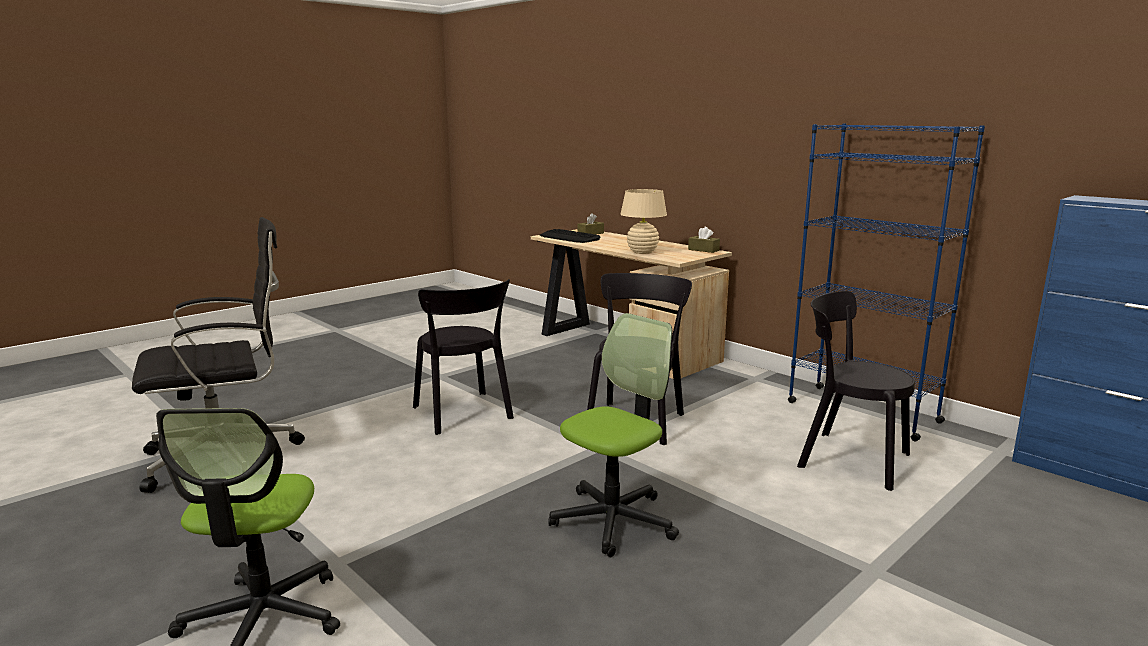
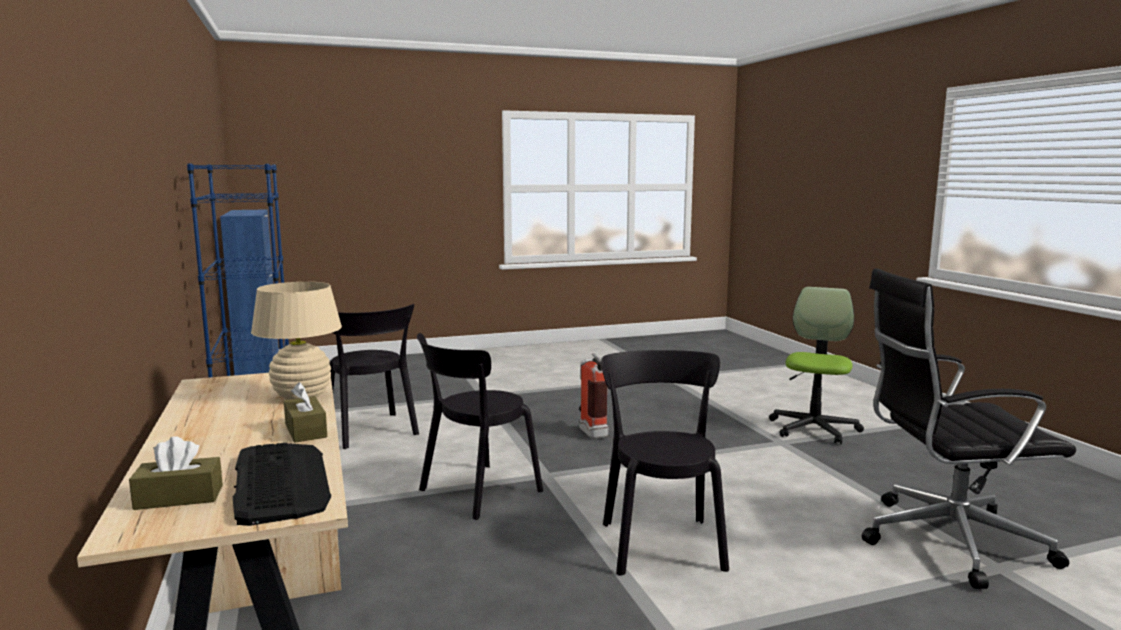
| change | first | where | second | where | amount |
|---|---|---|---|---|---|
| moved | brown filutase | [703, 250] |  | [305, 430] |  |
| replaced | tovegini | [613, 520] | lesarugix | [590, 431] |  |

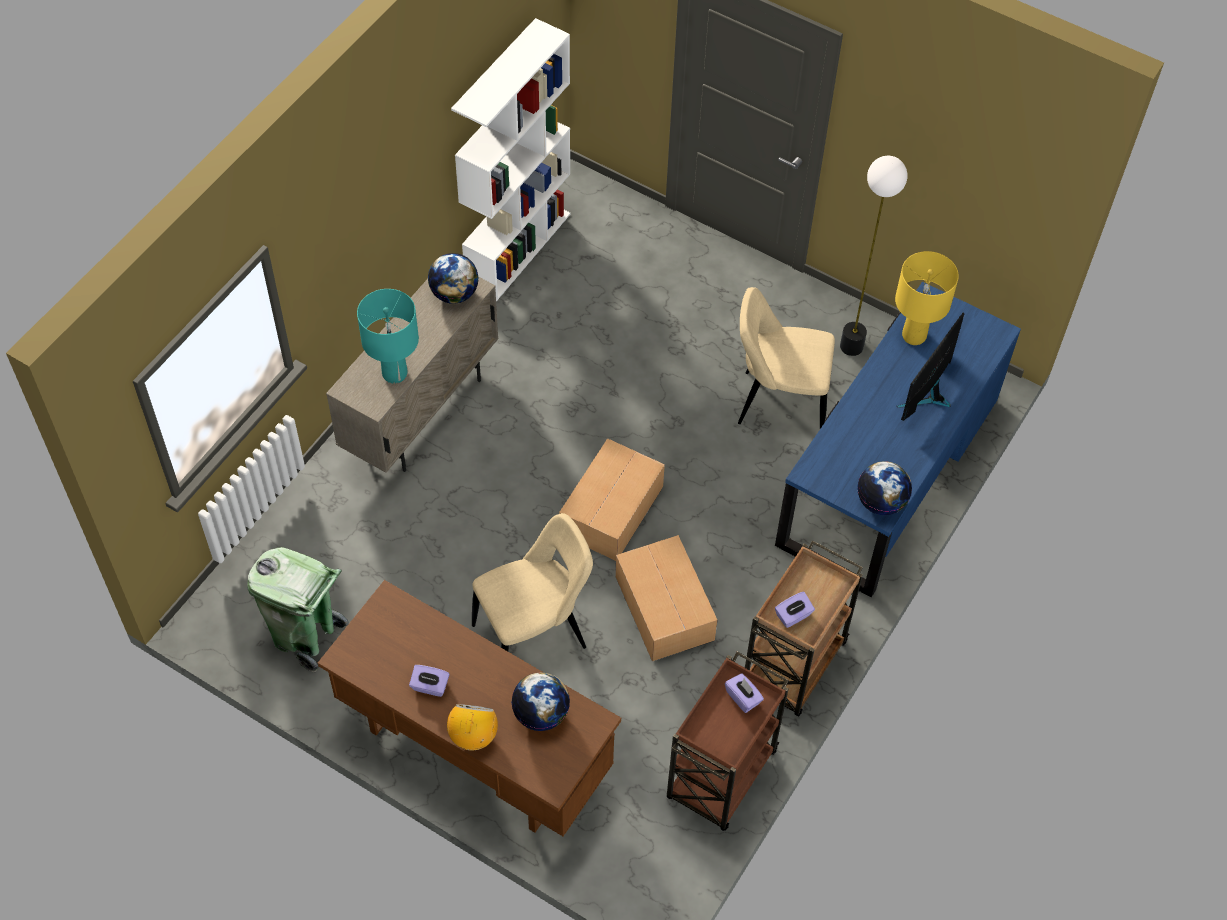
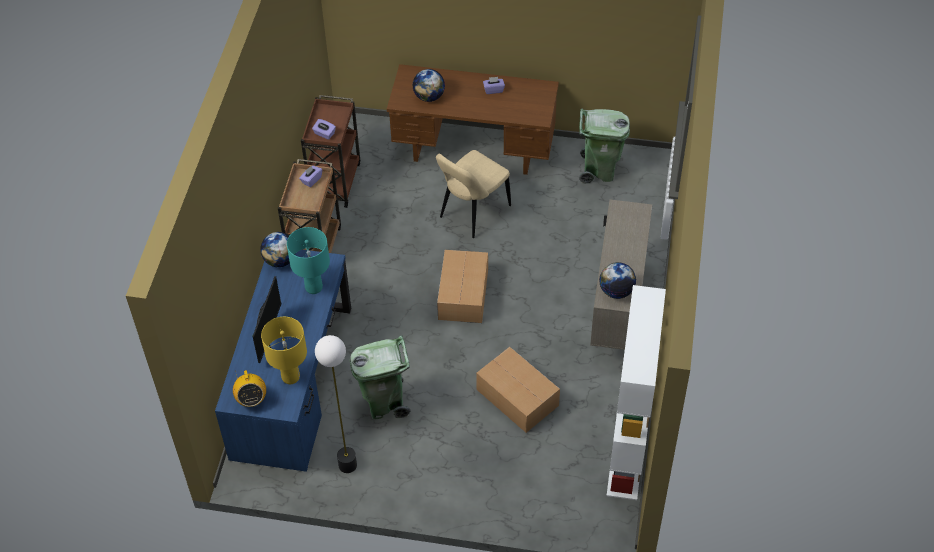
| change | first | where | second | where | amount |
|---|---|---|---|---|---|
| moved | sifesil | [473, 737] |  | [251, 399] |  |
| moved | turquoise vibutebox | [394, 373] |  | [314, 288] |  |
| replaced | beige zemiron | [778, 403] | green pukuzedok | [385, 403] |  |
| moved | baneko | [664, 606] |  | [518, 398] |  |

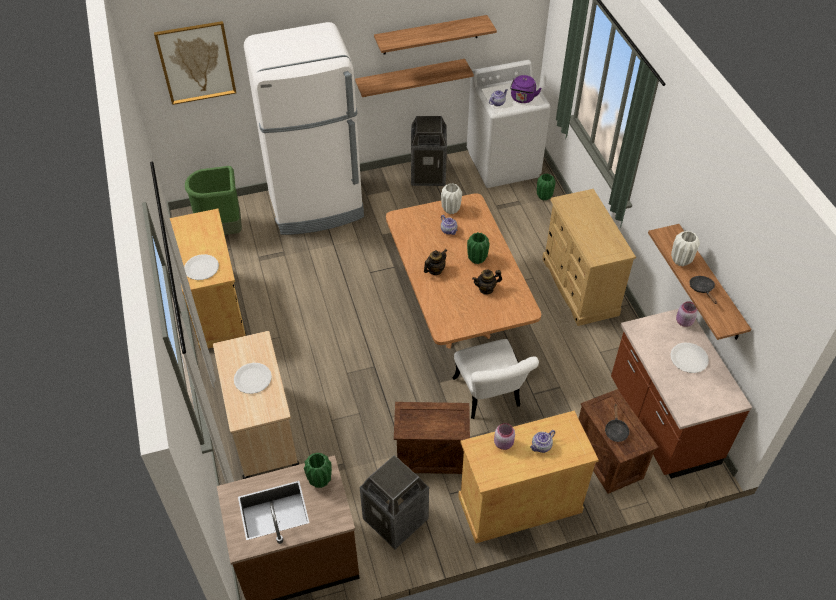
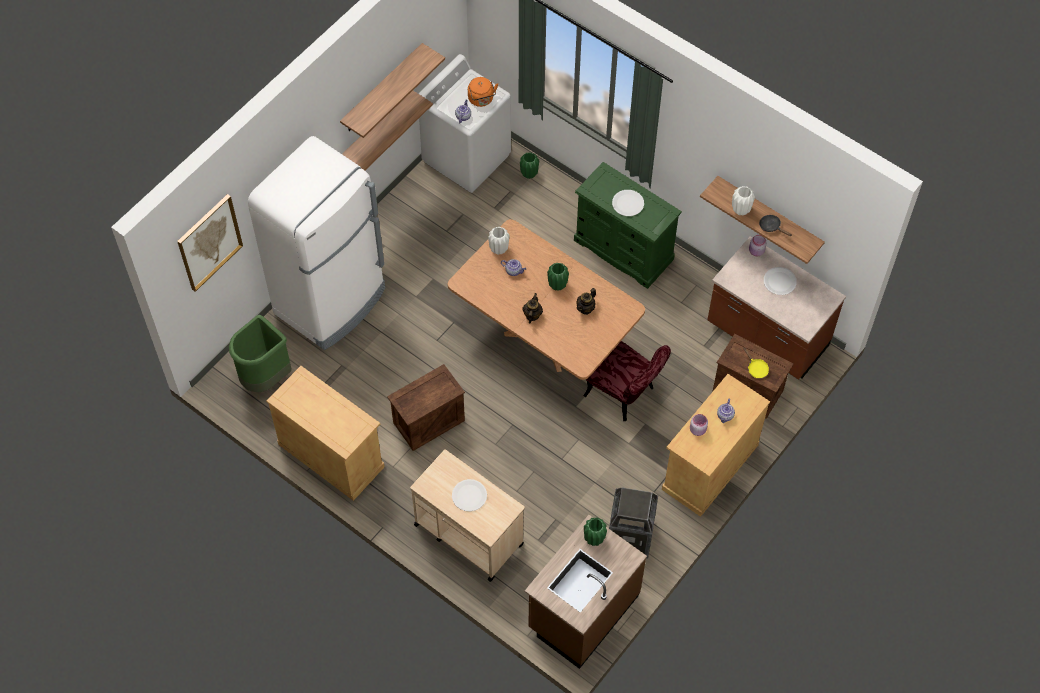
| change | first | where | second | where | amount |
|---|---|---|---|---|---|
| moved | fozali | [432, 454] |  | [429, 421] |  |
| recoloured | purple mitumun | [522, 99] | orange mitumun | [481, 100] |  |
| recoloured | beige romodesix | [579, 286] | green romodesix | [623, 250] |  |
| recoloured | white zemiron | [489, 398] | red zemiron | [625, 395] |  |
| moved | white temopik | [201, 268] |  | [628, 203] |  |
| recoloured | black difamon | [616, 430] | yellow difamon | [756, 368] |  |
| removed | pukuzedok | [428, 174] |  |  |  |

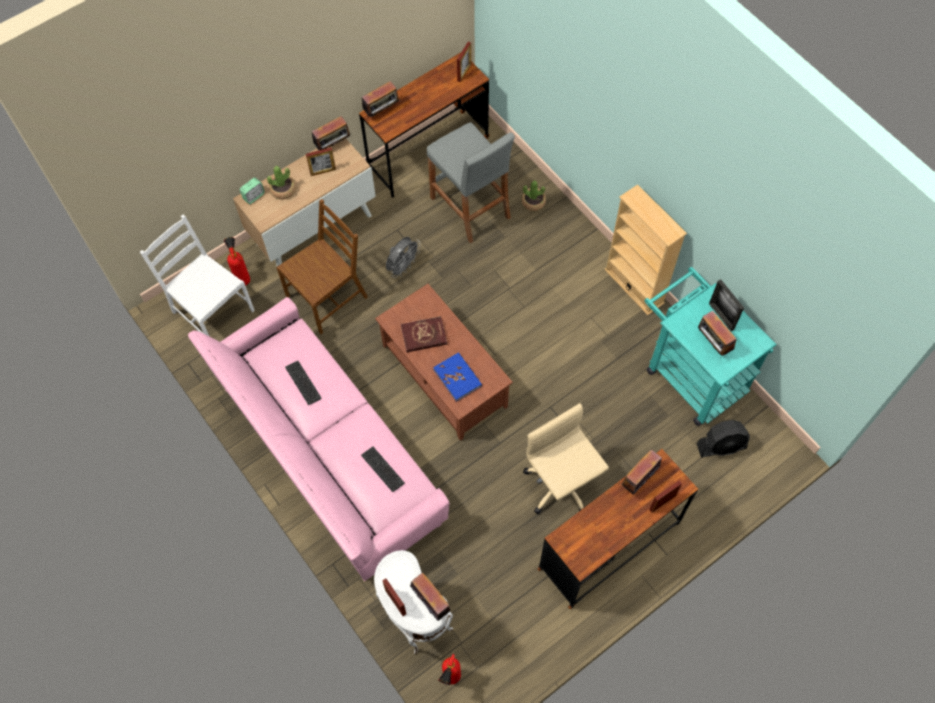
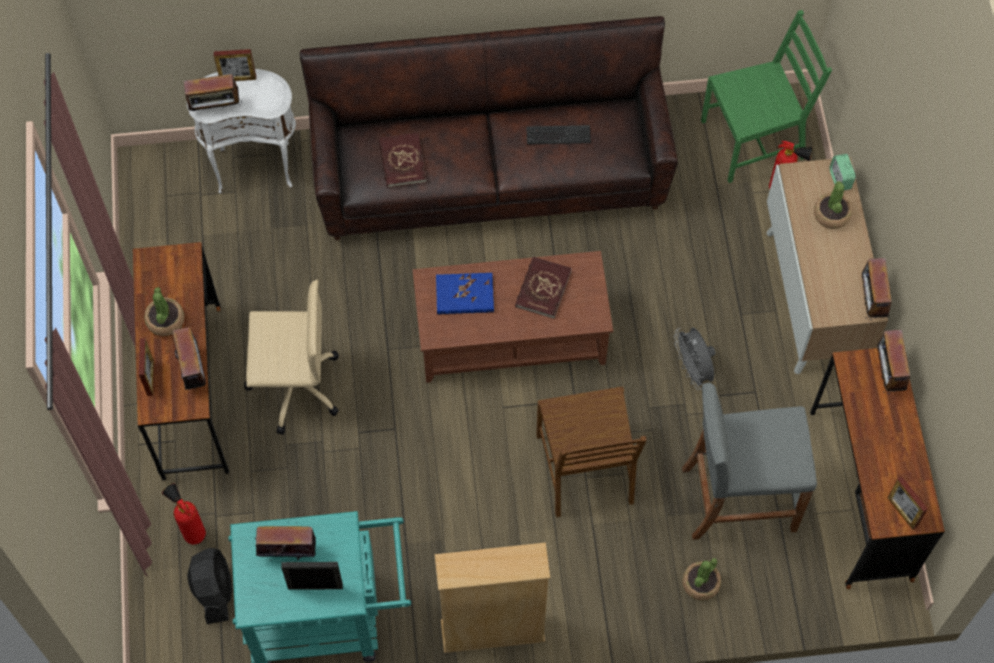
| change | first | where | second | where | amount |
|---|---|---|---|---|---|
| added |  |  | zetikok | [165, 320] |  |
| moved | lesarugix | [450, 680] |  | [191, 531] |  |
| turned | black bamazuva | [721, 446] |  | [214, 590] | 150 degrees clockwise |
| recoloured | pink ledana | [329, 455] | brown ledana | [490, 174] |  |
| replaced | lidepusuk | [382, 469] | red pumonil | [402, 162] |  |
| moved | brown zemiron | [327, 296] |  | [586, 469] |  |
| recoloured | white zemiron | [212, 312] | green zemiron | [753, 140] |  |
| removed | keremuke | [323, 171] |  |  |  |

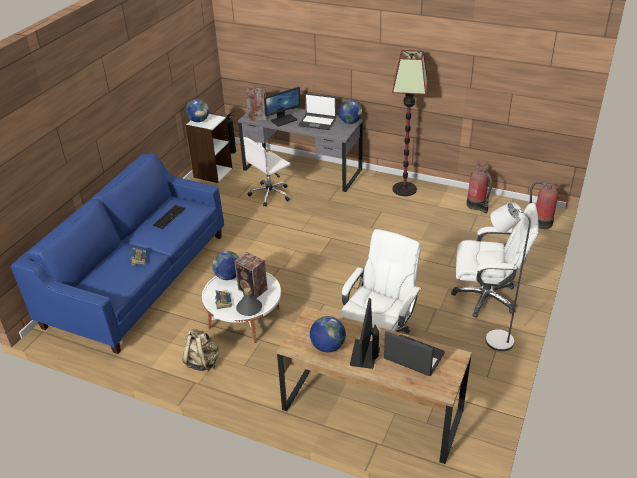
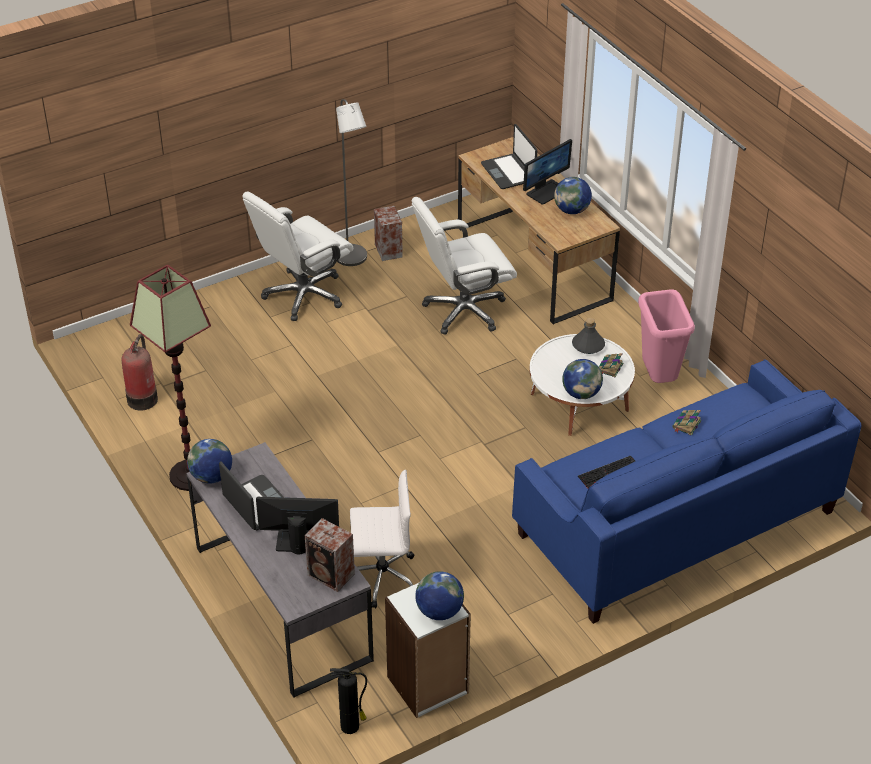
| change | first | where | second | where | amount |
|---|---|---|---|---|---|
| turned | white tovegini | [486, 297] |  | [303, 295] | 90 degrees counterclockwise |
| moved | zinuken | [253, 290] |  | [388, 250] |  |
| replaced | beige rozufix | [202, 362] | pink pukuzedok | [659, 378] |  |
| removed | lesarugix | [540, 222] |  |  |  |

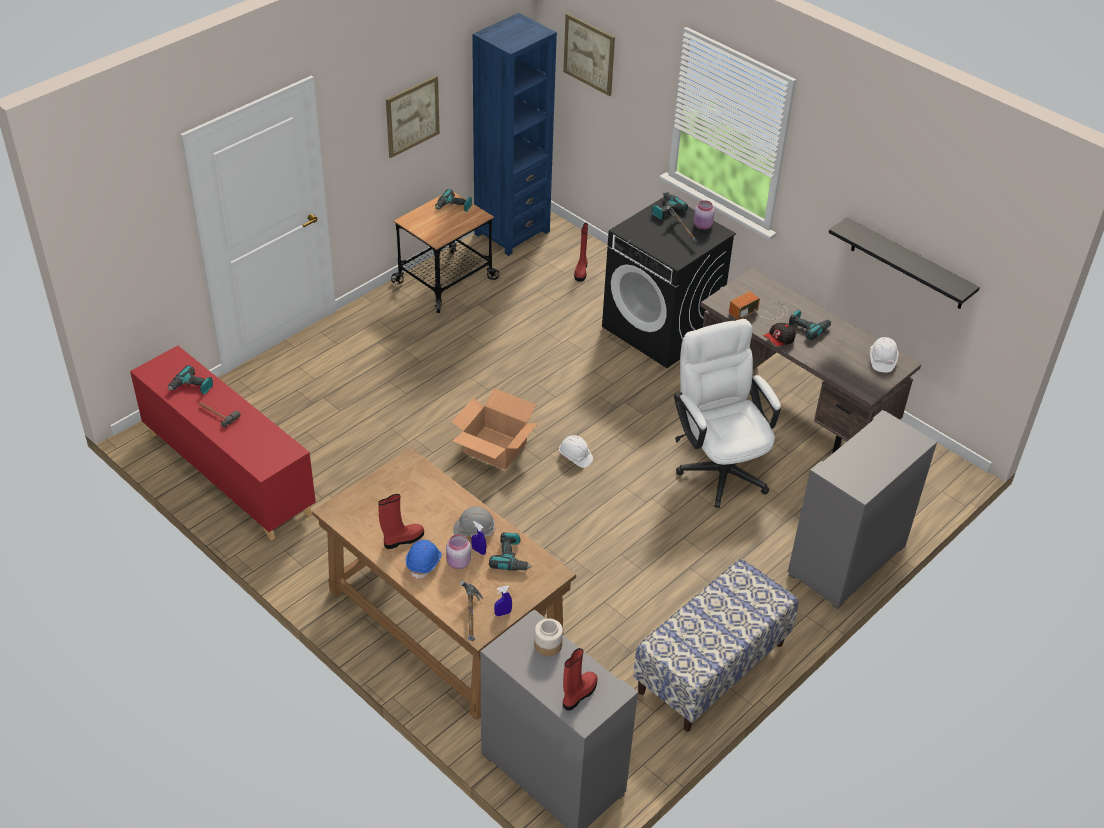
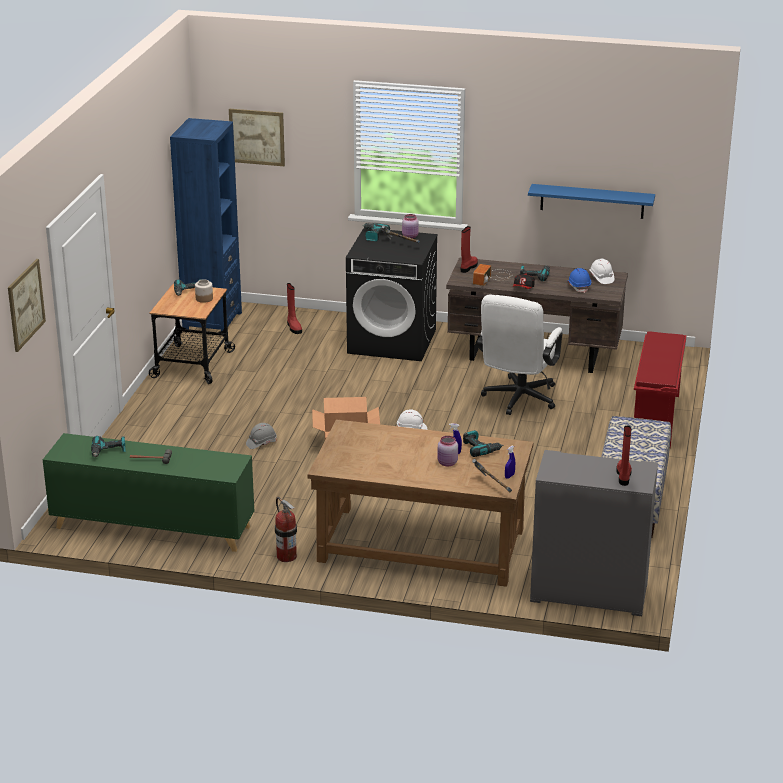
| change | first | where | second | where | amount |
|---|---|---|---|---|---|
| moved | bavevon | [412, 116] |  | [26, 304] |  |
| recoloured | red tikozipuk | [228, 473] | green tikozipuk | [152, 527] |  |
| moved | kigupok | [547, 645] |  | [204, 299] |  |
| moved | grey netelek | [474, 529] |  | [261, 443] |  |
| added |  |  | lesarugix | [286, 556] |  |
| moved | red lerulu | [402, 539] |  | [468, 267] |  |
| turned | white tovegini | [719, 465] |  | [518, 400] | 105 degrees counterclockwise |
| recoloured | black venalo | [908, 264] | blue venalo | [592, 201] |  |
| moved | blue netelek | [424, 563] |  | [578, 286] |  |
| replaced | grey tikozipuk | [847, 561] | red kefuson | [656, 419] |  |

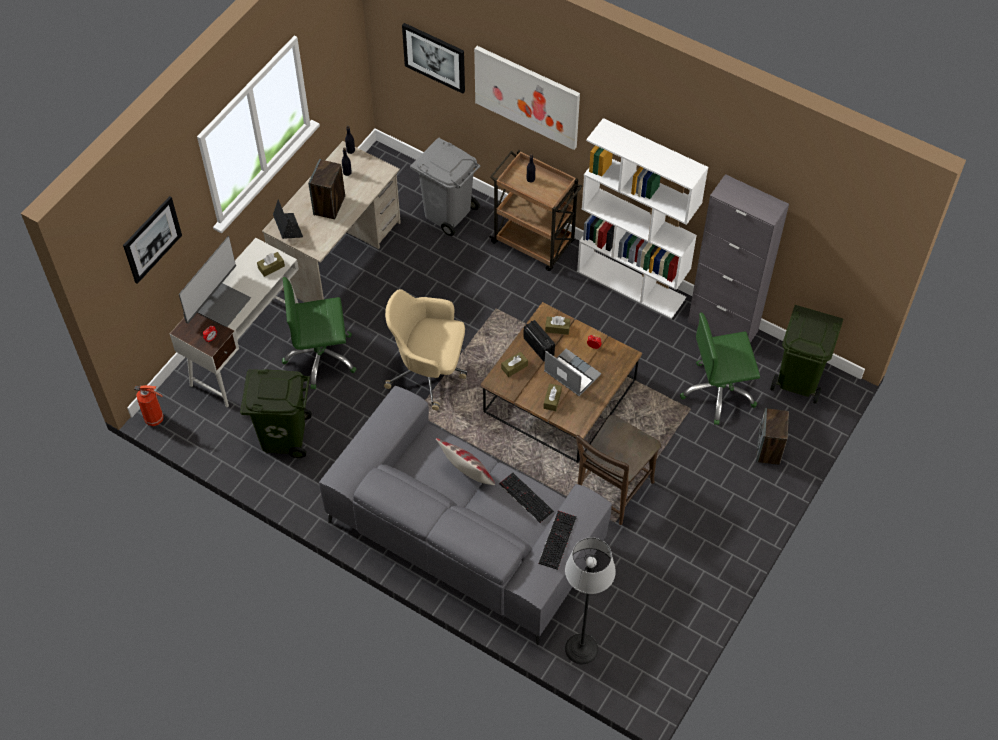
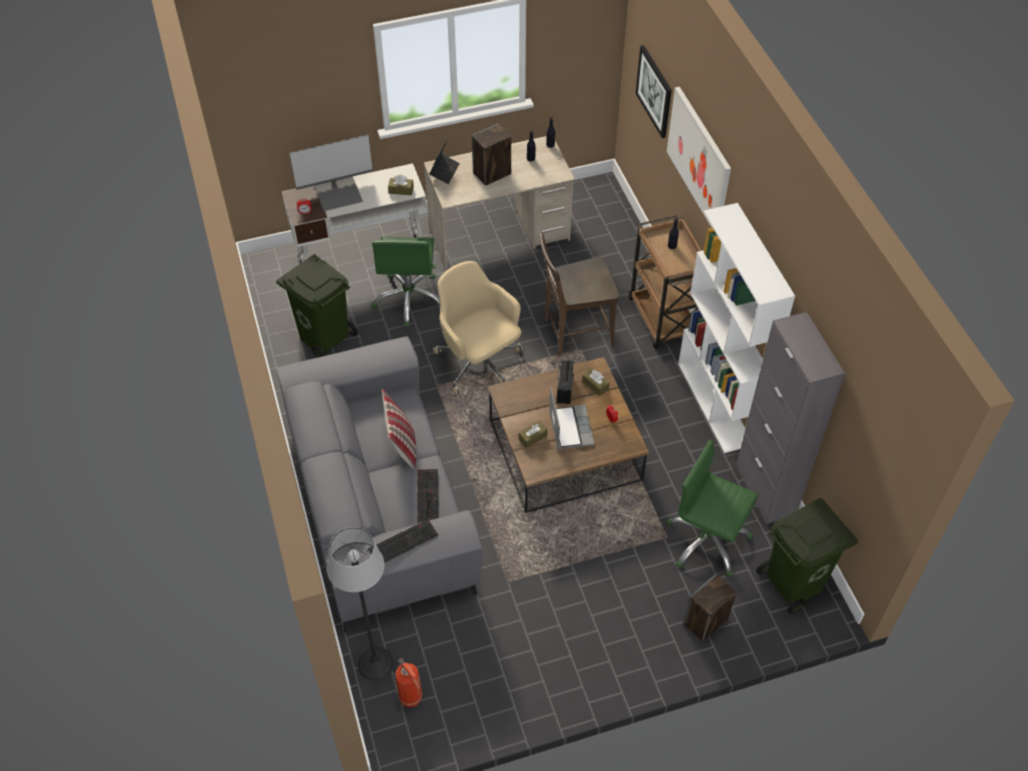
| change | first | where | second | where | amount |
|---|---|---|---|---|---|
| turned | green tovegini | [321, 357] |  | [410, 299] | 120 degrees counterclockwise |
| moved | lesarugix | [155, 419] |  | [411, 698] |  |
| moved | brown zemiron | [611, 492] |  | [574, 333] |  |
| removed | bavevon | [152, 239] |  |  |  |
| removed | grey pukuzedok | [448, 212] |  |  |  |
| removed | brown filutase | [514, 367] |  |  |  |

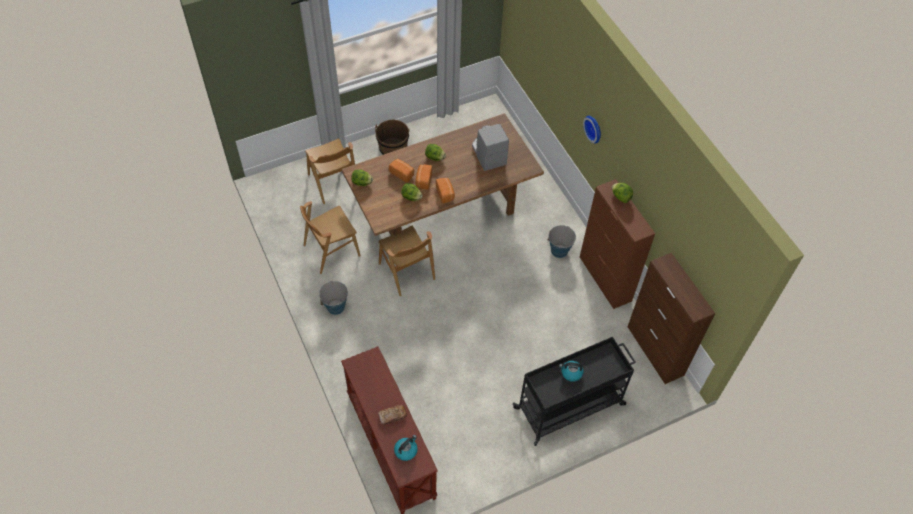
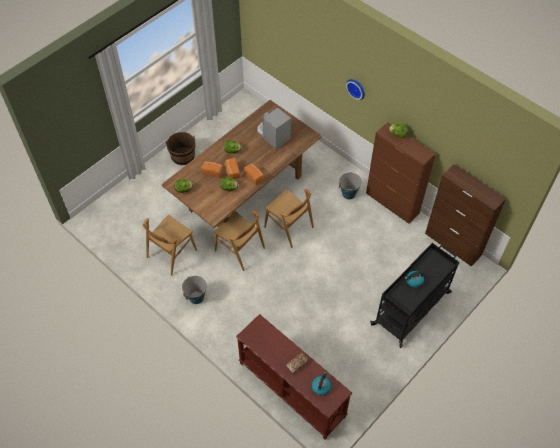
| change | first | where | second | where | amount |
|---|---|---|---|---|---|
| moved | brown zemiron | [333, 183] |  | [289, 227] |  |

